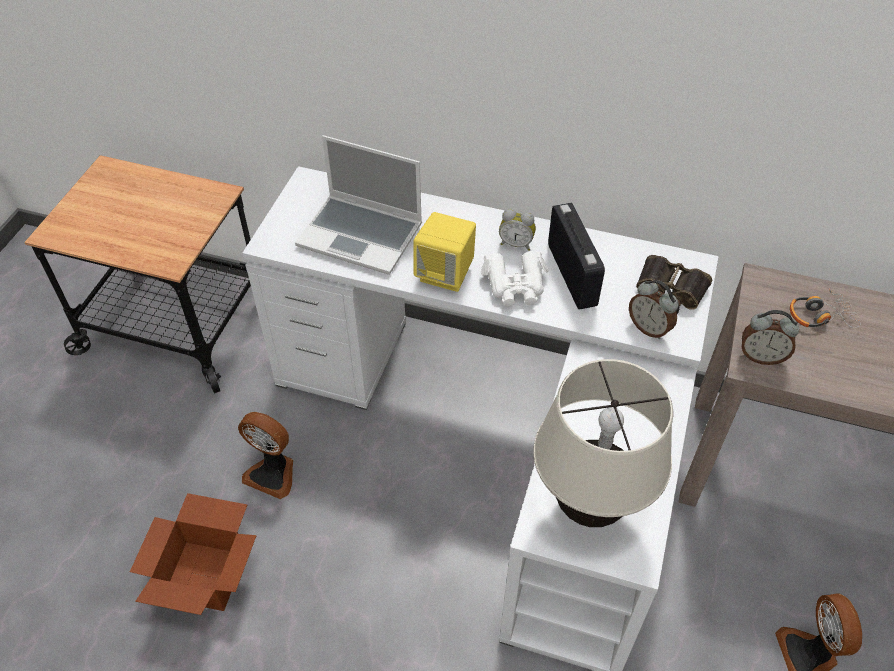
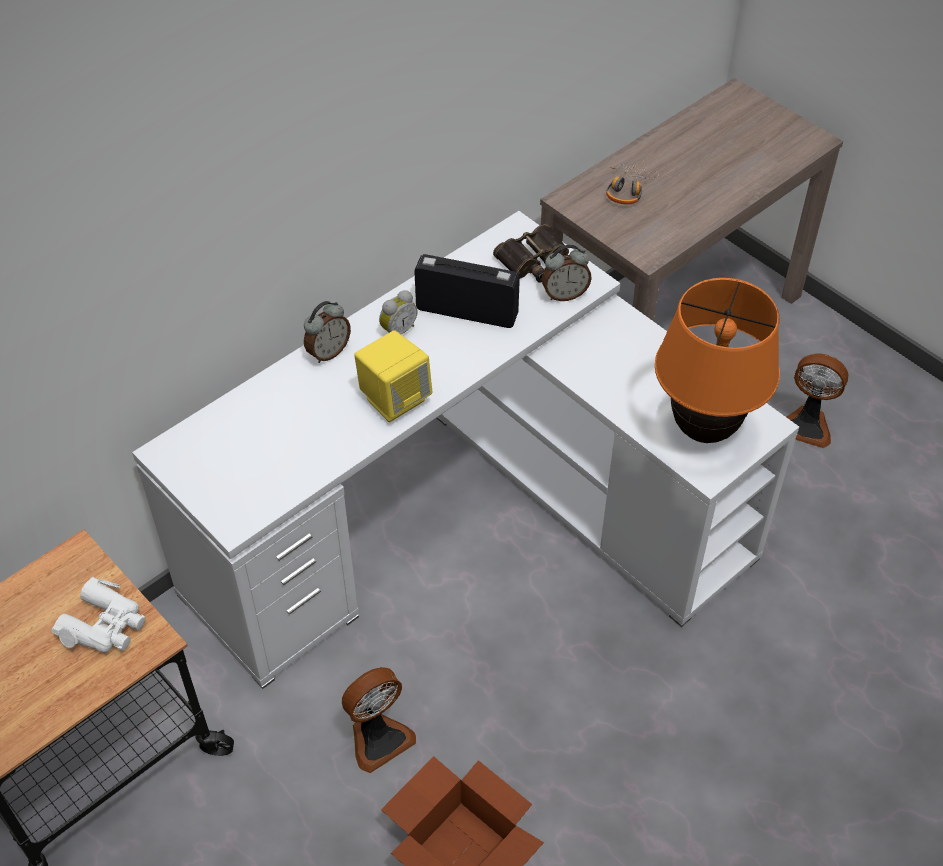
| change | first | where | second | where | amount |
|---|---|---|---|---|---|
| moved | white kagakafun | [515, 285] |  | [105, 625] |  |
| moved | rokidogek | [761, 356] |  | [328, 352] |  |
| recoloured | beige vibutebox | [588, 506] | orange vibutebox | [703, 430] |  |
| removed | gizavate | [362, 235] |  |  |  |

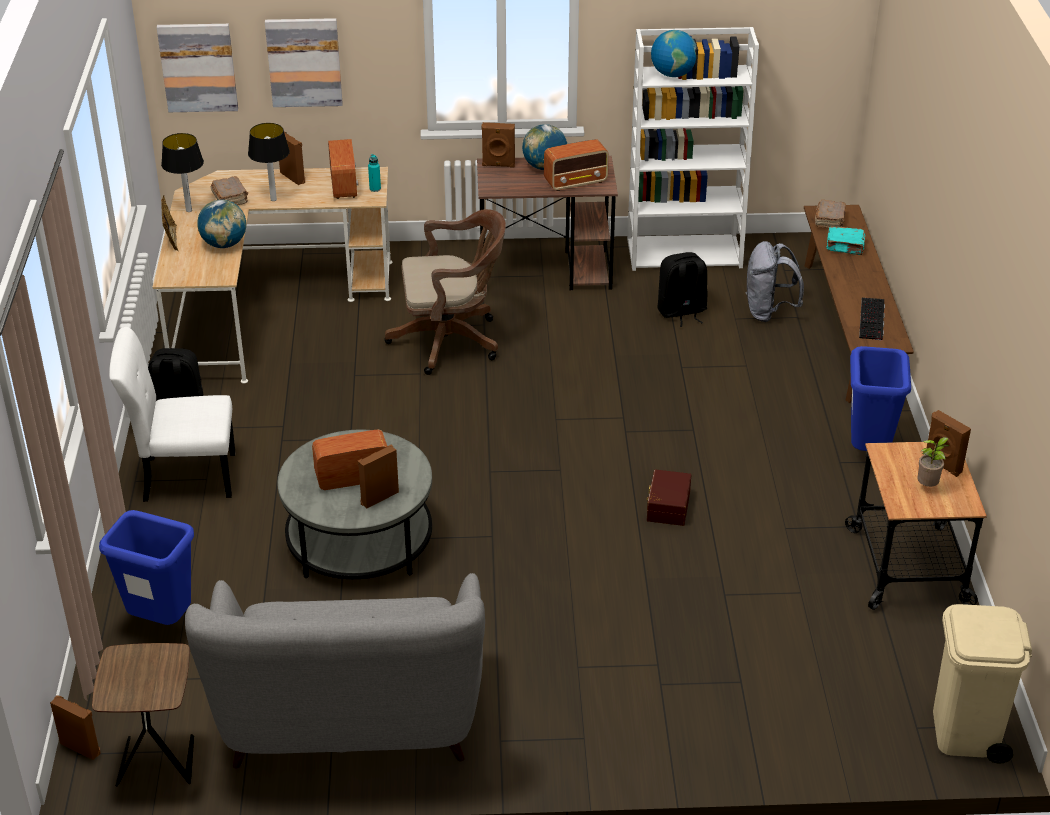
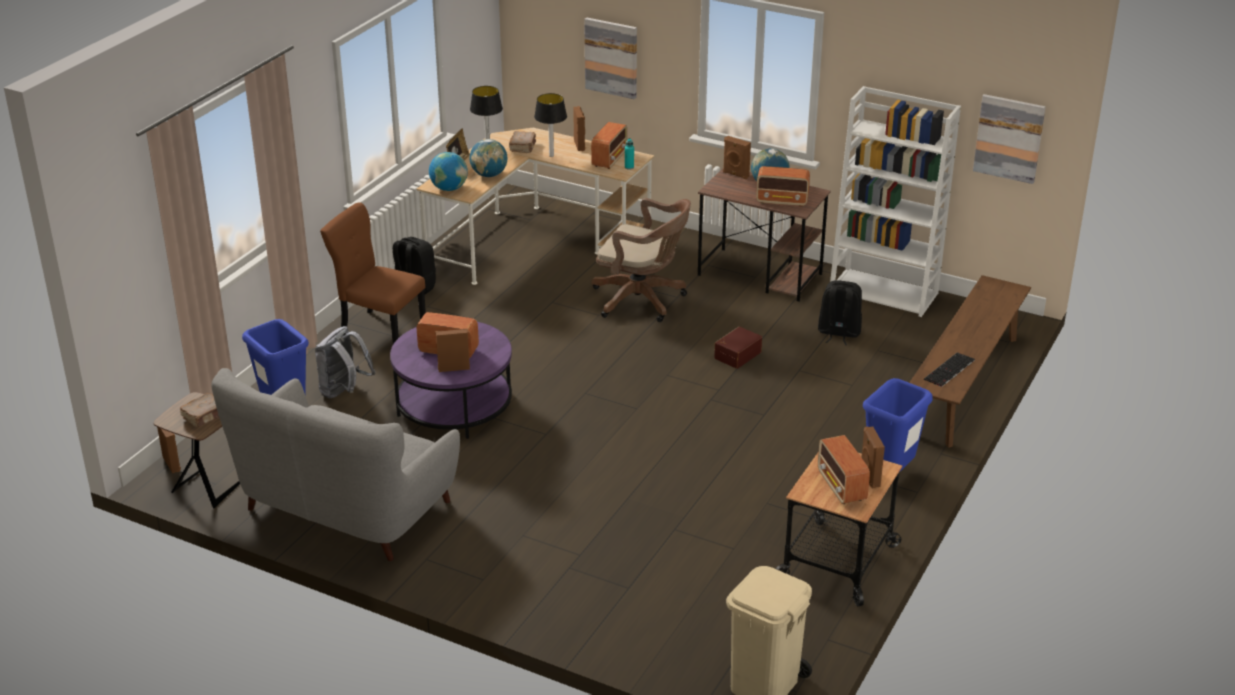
| change | first | where | second | where | amount |
|---|---|---|---|---|---|
| moved | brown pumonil | [830, 221] |  | [205, 416] |  |
| moved | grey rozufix | [768, 312] |  | [344, 392] |  |
| recoloured | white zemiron | [185, 477] | brown zemiron | [380, 330] |  |
| recoloured | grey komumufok | [359, 540] | purple komumufok | [454, 406] |  |
| moved | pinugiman | [672, 74] |  | [449, 188] |  |
| moved | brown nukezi | [666, 506] |  | [736, 354] |  |
| replaced | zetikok | [928, 486] | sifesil | [841, 487] |  |
| moved | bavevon | [198, 67] |  | [1009, 138] |  |
| removed | turquoise pumonil | [845, 247] |  |  |  |

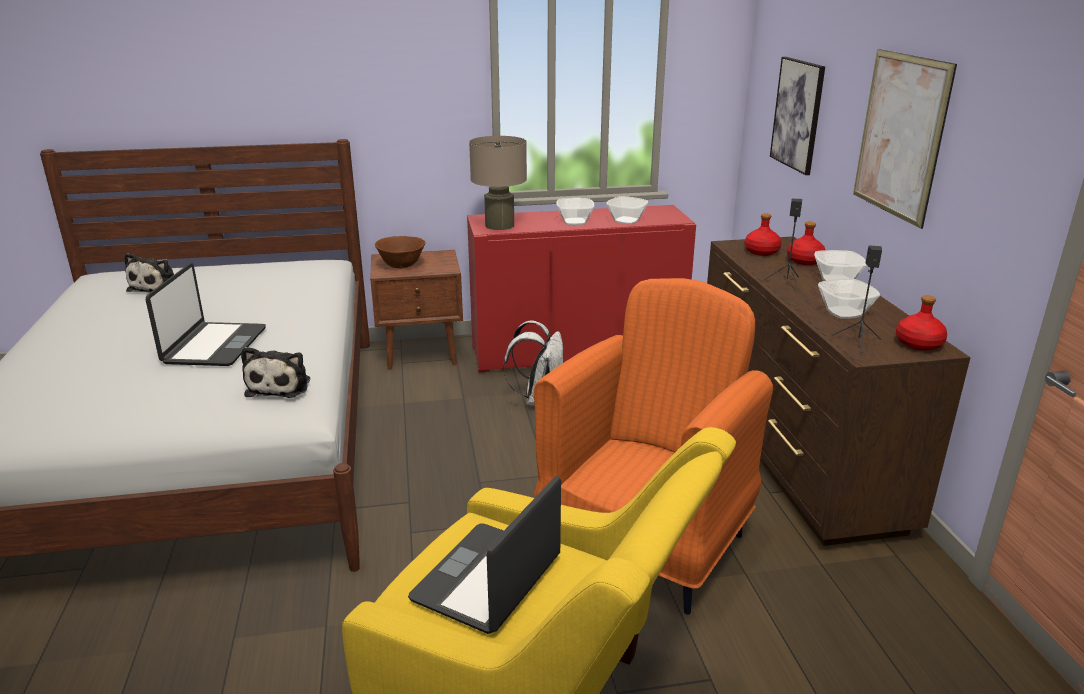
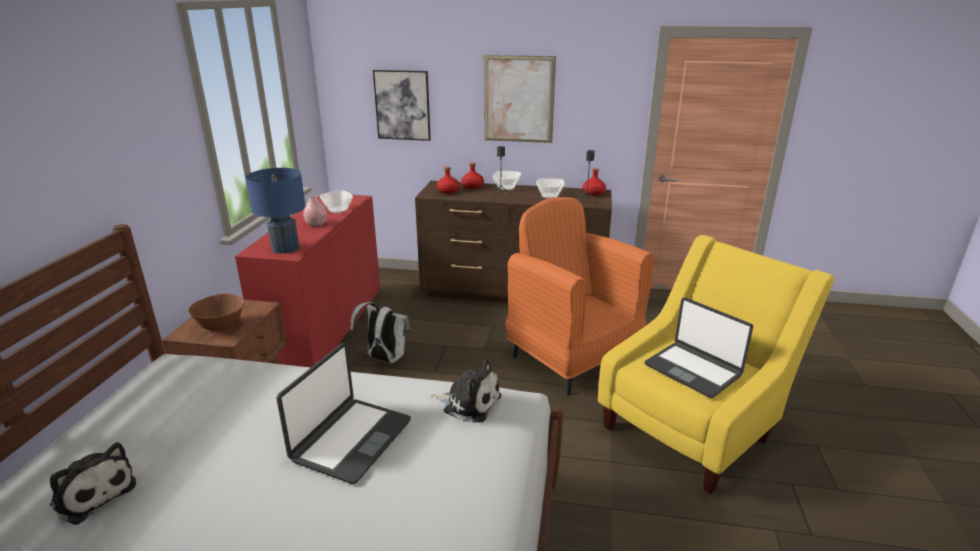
| change | first | where | second | where | amount |
|---|---|---|---|---|---|
| recoloured | beige vibutebox | [499, 225] | blue vibutebox | [285, 248] |  |
| turned | gizavate | [214, 346] |  | [351, 440] | 90 degrees clockwise |
| replaced | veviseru | [574, 222] | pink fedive | [316, 224] |  |

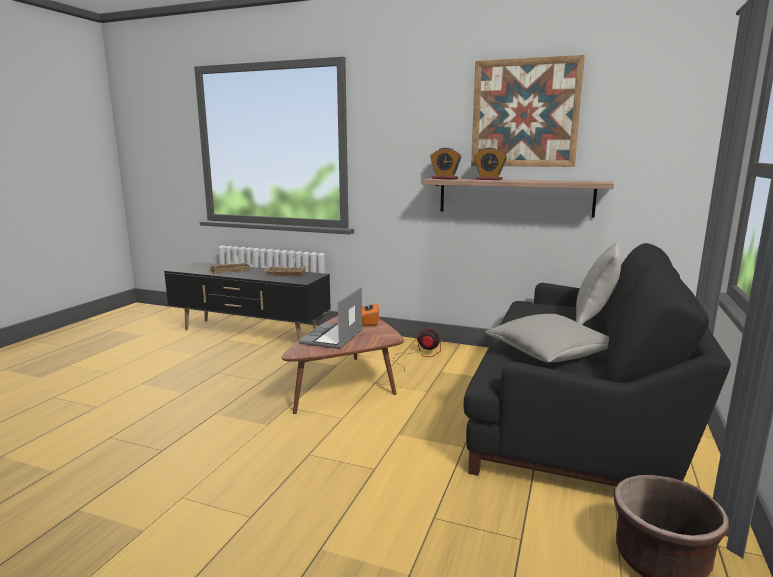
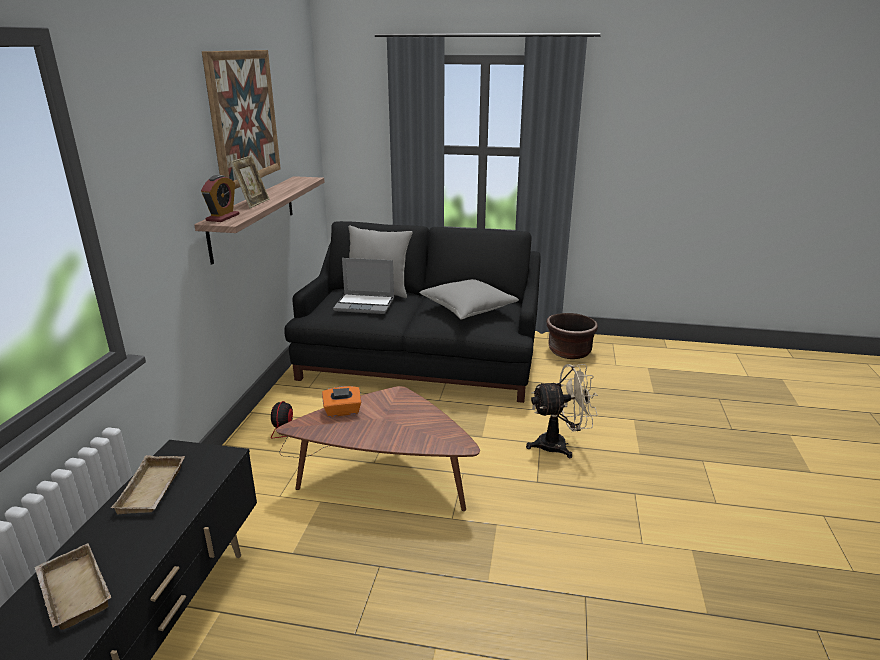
| change | first | where | second | where | amount |
|---|---|---|---|---|---|
| replaced | rokidogek | [489, 179] | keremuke | [253, 203] |  |
| moved | gizavate | [332, 337] |  | [365, 305] |  |
| added |  |  | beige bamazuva | [559, 445] |  |

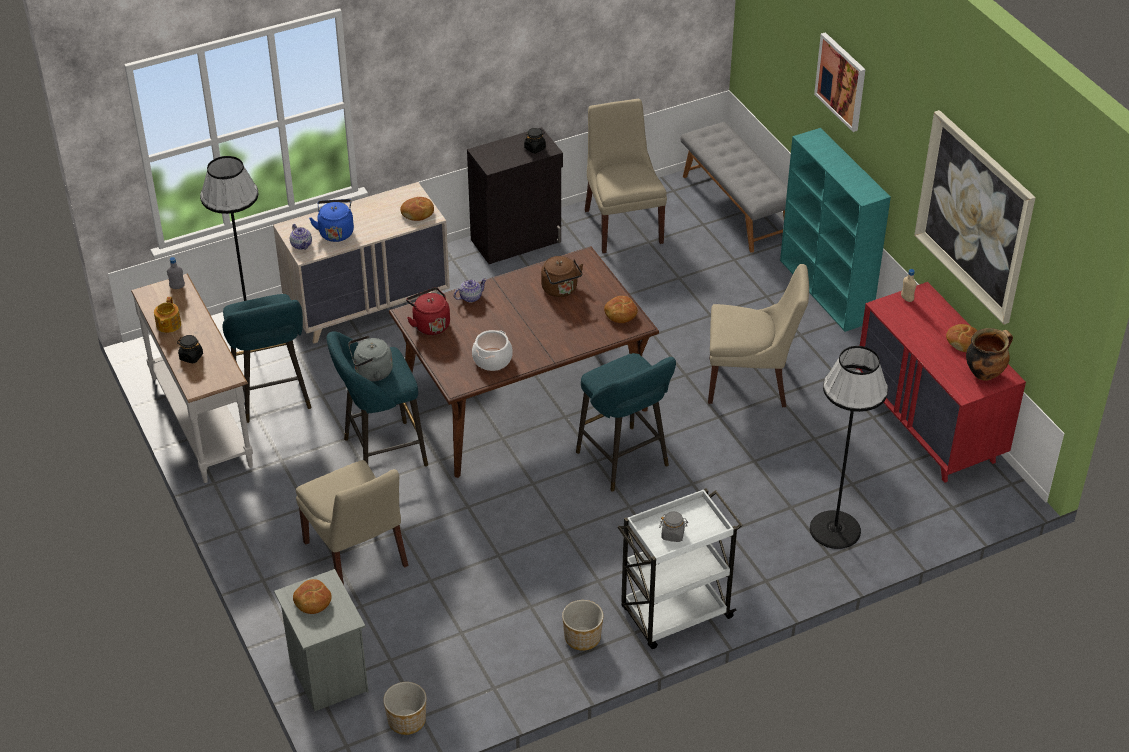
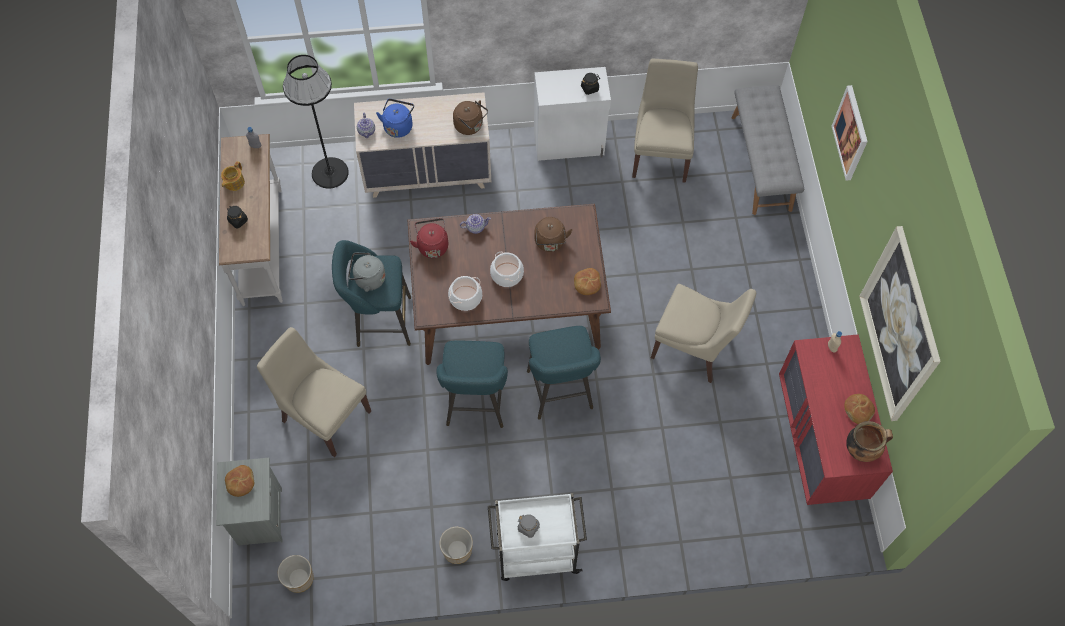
| change | first | where | second | where | amount |
|---|---|---|---|---|---|
| turned | beige zemiron | [357, 557] |  | [324, 414] | 135 degrees clockwise |
| moved | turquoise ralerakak | [273, 398] |  | [476, 405] |  |
| replaced | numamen | [418, 213] | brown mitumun | [470, 126] |  |
| added |  |  | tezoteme | [506, 274] |  |
| recoloured | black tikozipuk | [517, 241] | white tikozipuk | [569, 144] |  |
| removed | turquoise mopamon | [826, 291] |  |  |  |
| removed | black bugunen | [835, 529] |  |  |  |

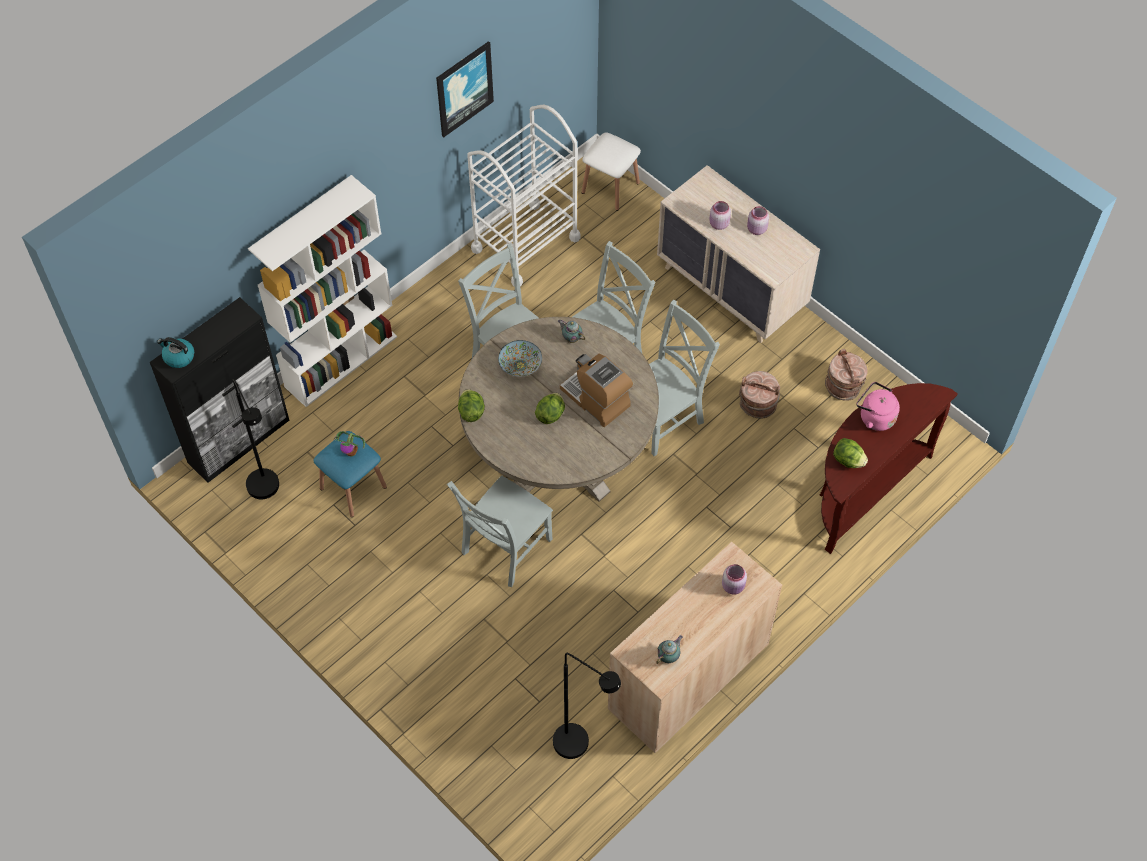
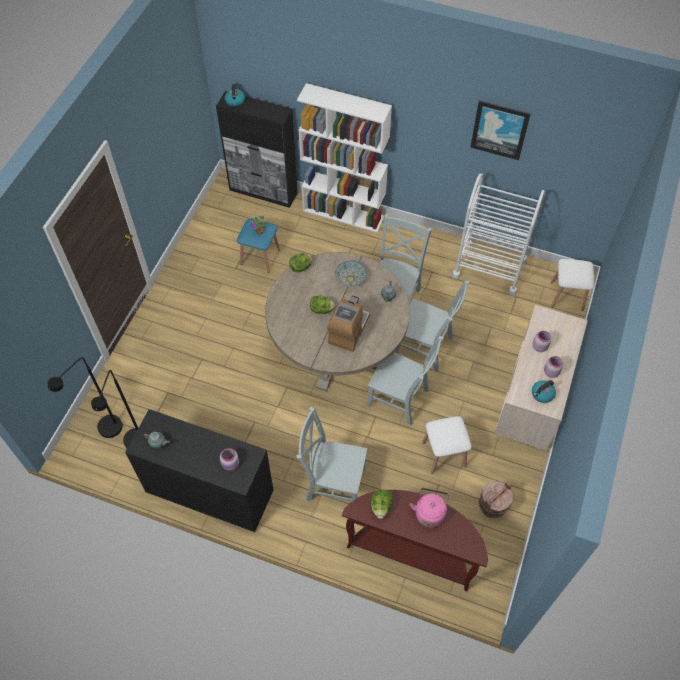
| change | first | where | second | where | amount |
|---|---|---|---|---|---|
| moved | black bugunen | [267, 492] |  | [105, 432] |  |
| recoloured | beige tikozipuk | [688, 677] | black tikozipuk | [209, 491] |  |
| moved | grey zemiron | [504, 549] |  | [333, 482] |  |
| replaced | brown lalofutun | [757, 405] | white ralerakak | [444, 454] |  |
| added |  |  | mitumun | [542, 394] |  |

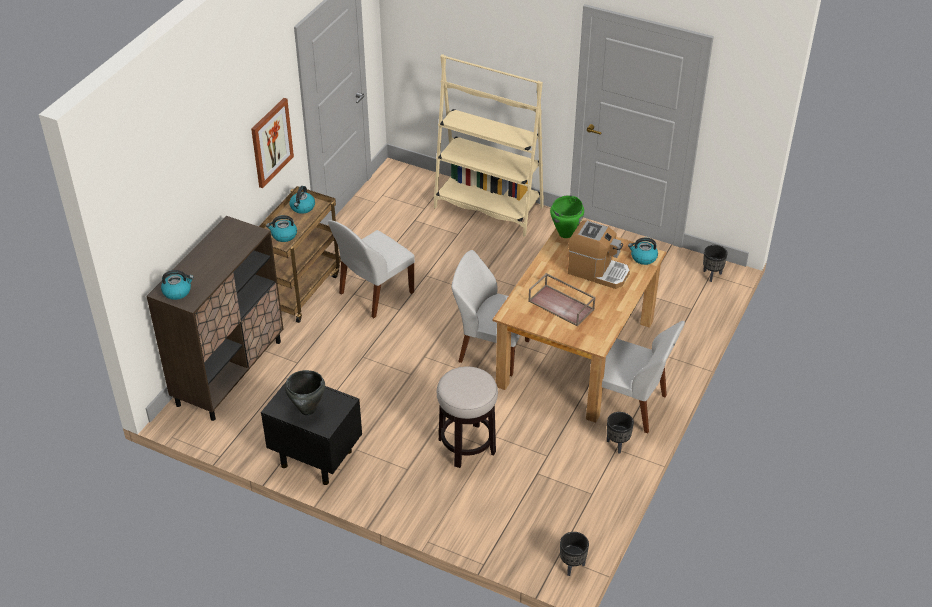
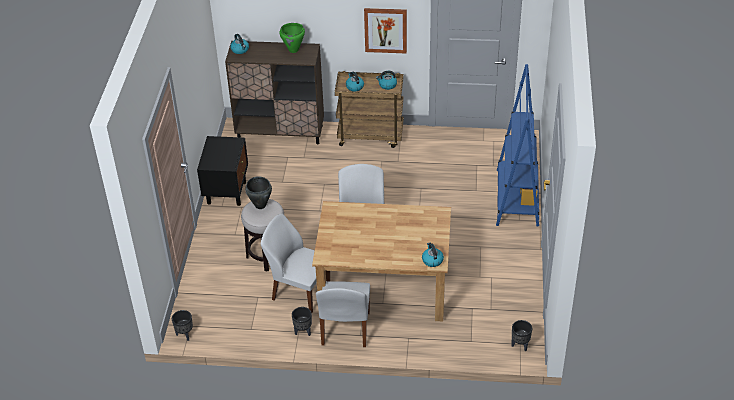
| change | first | where | second | where | amount |
|---|---|---|---|---|---|
| moved | black tezoteme | [308, 410] |  | [260, 205] |  |
| moved | white zemiron | [374, 294] |  | [299, 291] |  |
| moved | green tezoteme | [566, 234] |  | [293, 50] |  |
| recoloured | beige mopamon | [488, 207] | blue mopamon | [517, 197] |  |
| removed | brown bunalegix | [562, 305] |  |  |  |
| removed | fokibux | [597, 271] |  |  |  |

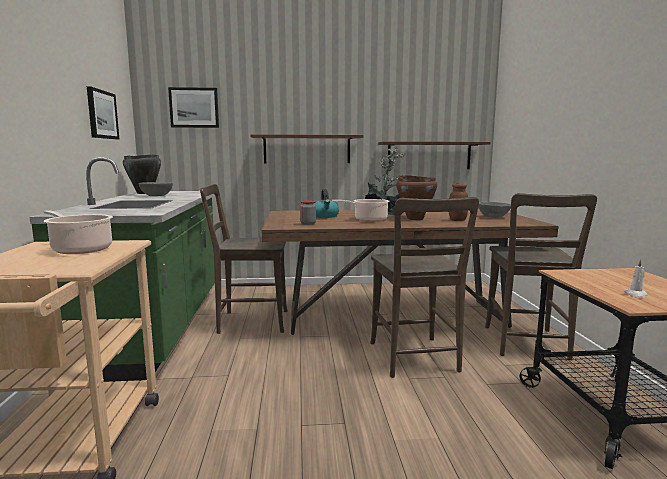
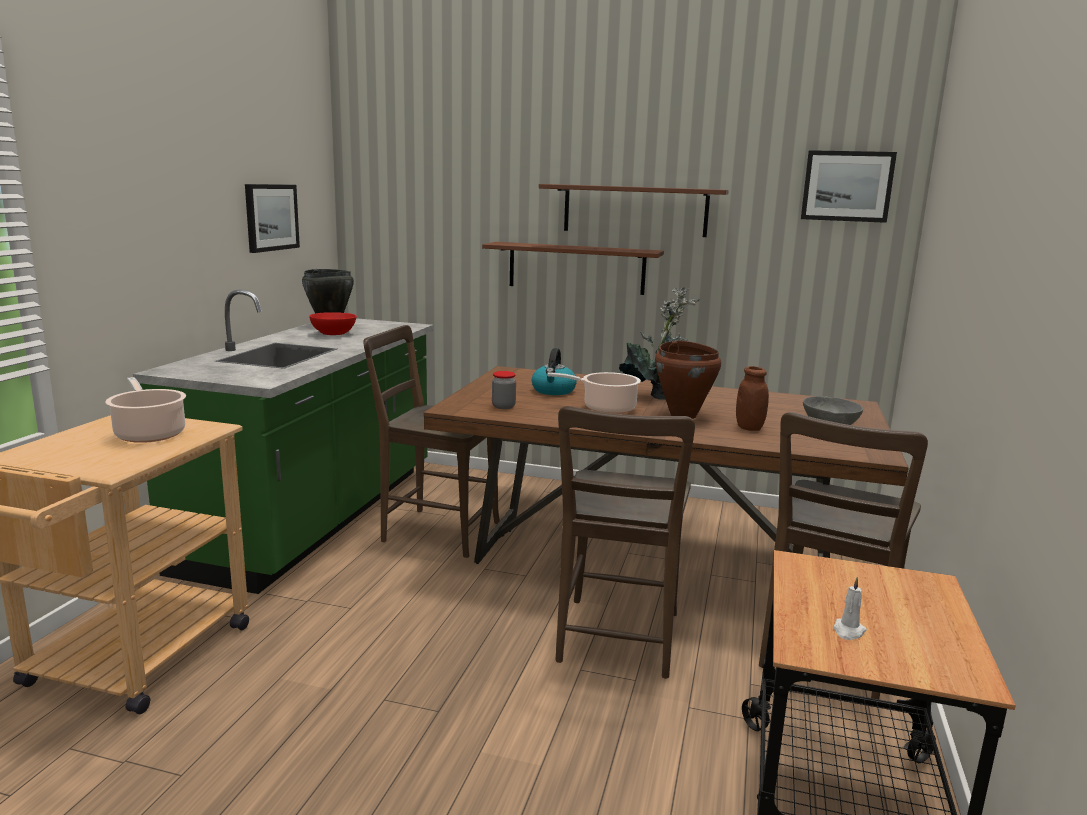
| change | first | where | second | where | amount |
|---|---|---|---|---|---|
| recoloured | grey veviseru | [156, 196] | red veviseru | [333, 334] |  |
| moved | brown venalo | [429, 155] |  | [635, 210] |  |
| moved | bavevon | [194, 108] |  | [847, 186] |  |

